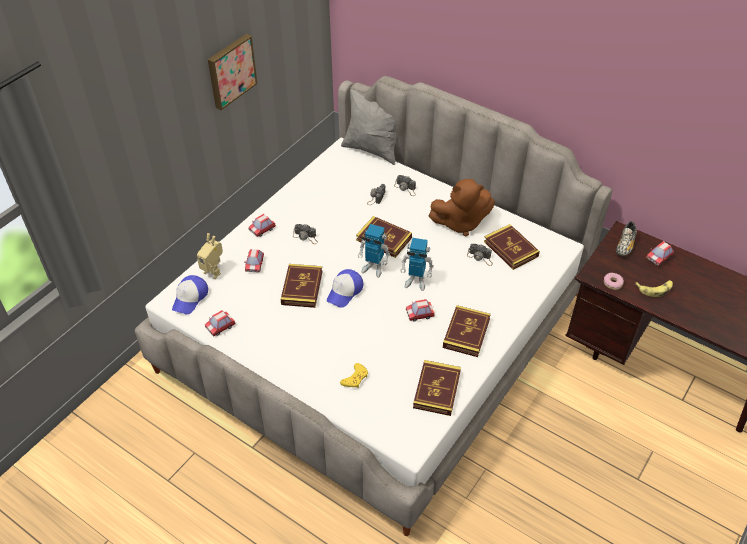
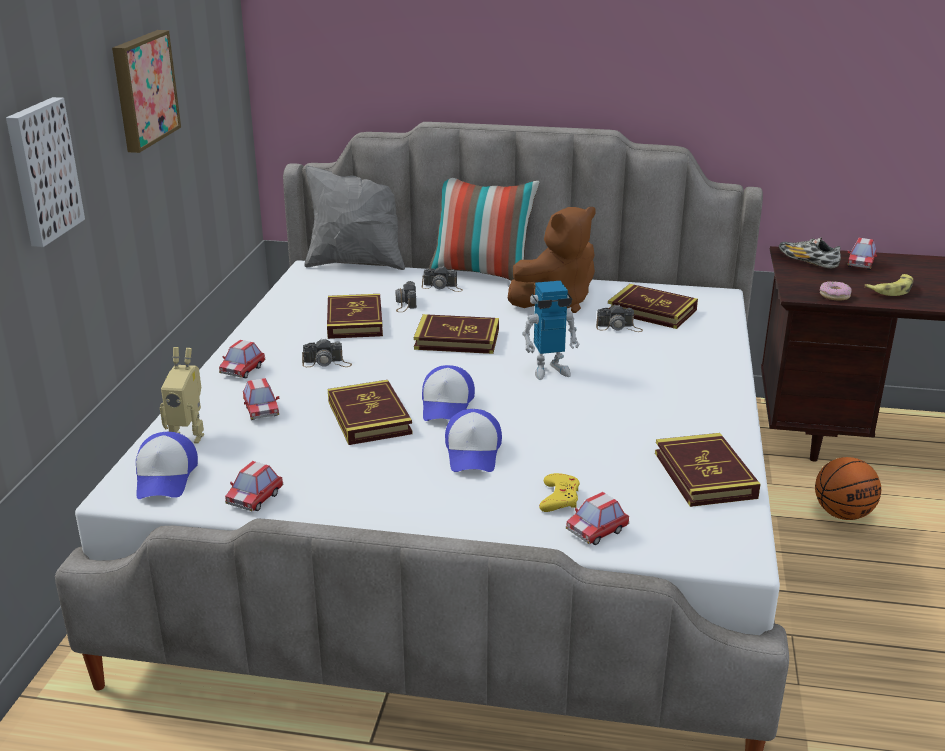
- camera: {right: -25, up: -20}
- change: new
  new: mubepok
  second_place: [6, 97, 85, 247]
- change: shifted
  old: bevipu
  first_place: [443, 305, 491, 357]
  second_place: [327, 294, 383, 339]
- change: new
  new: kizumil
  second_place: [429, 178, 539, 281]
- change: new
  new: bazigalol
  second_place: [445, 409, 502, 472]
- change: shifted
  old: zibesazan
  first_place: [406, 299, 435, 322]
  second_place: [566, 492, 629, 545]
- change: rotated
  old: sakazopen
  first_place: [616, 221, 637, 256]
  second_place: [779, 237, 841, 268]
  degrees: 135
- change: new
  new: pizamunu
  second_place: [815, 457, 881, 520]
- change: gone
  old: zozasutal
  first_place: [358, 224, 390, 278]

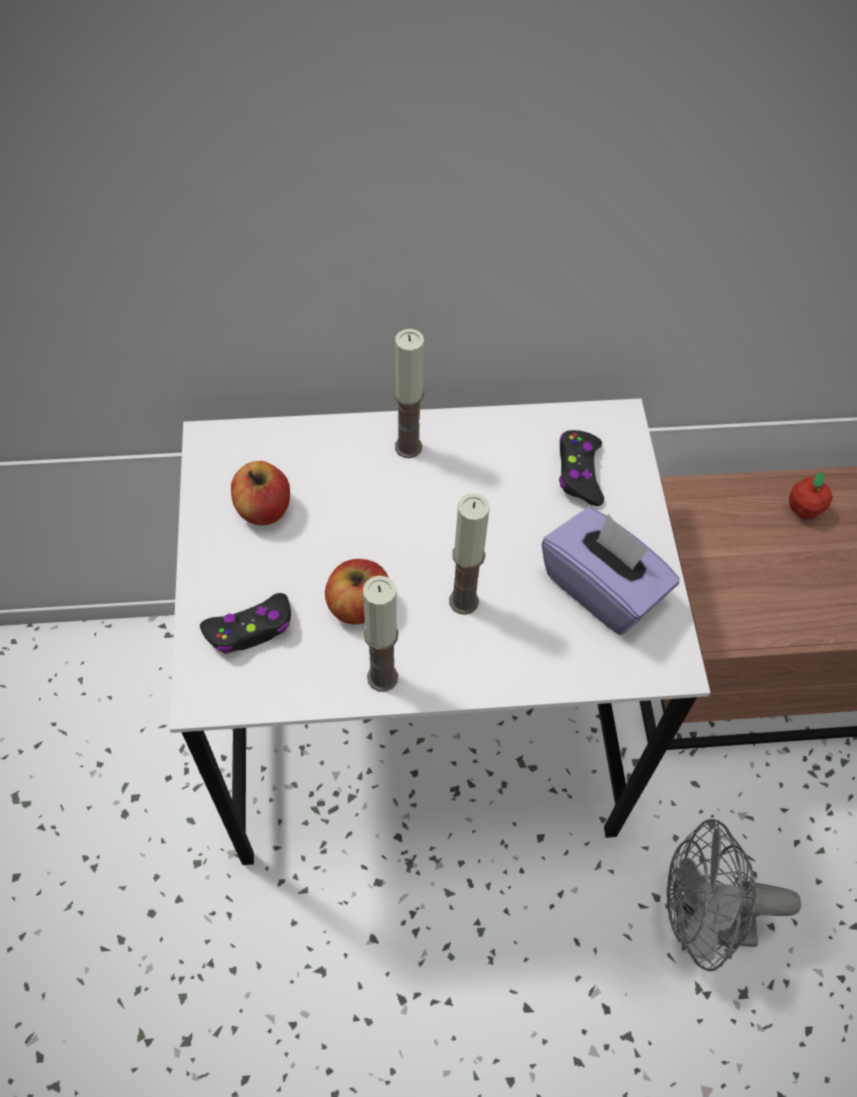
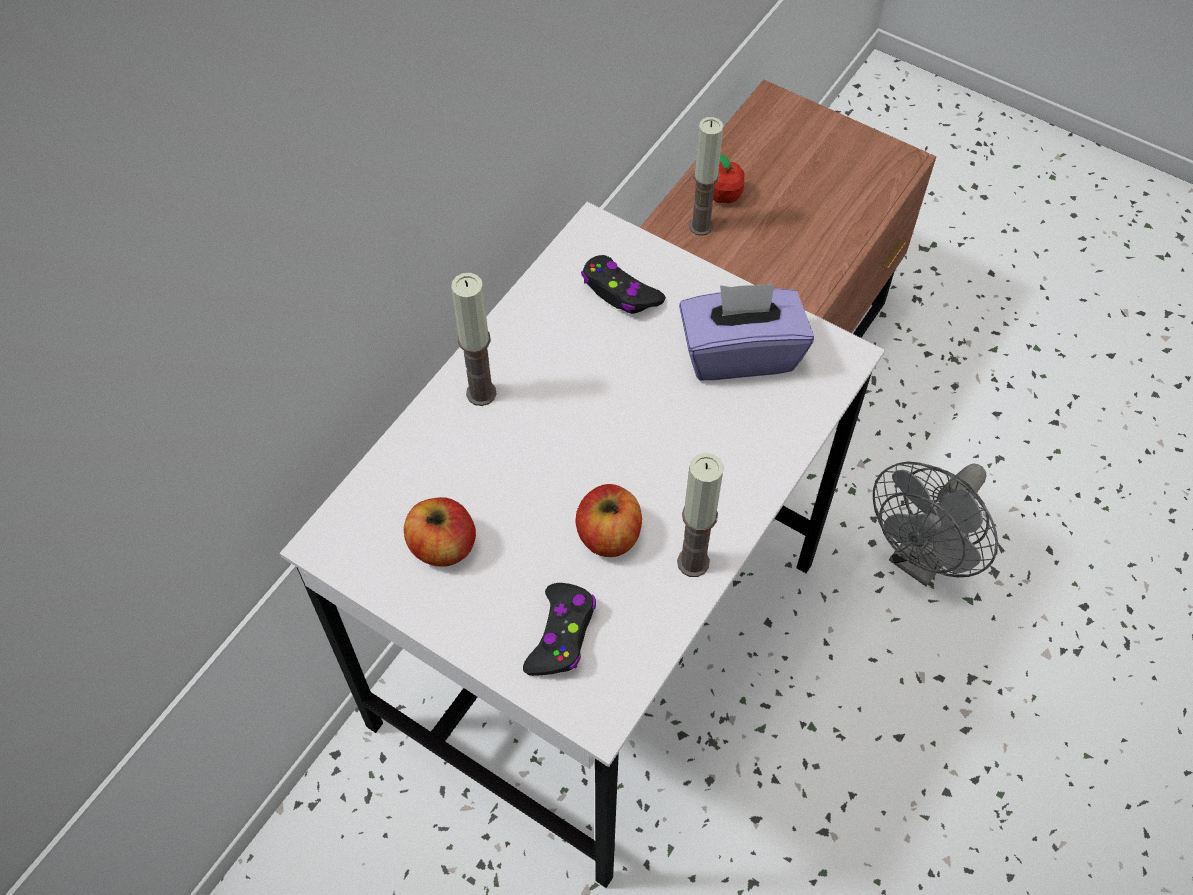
- camera: {right: -50, up: 0}
- change: shifted
  old: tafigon
  first_place: [449, 493, 490, 615]
  second_place: [689, 117, 724, 236]

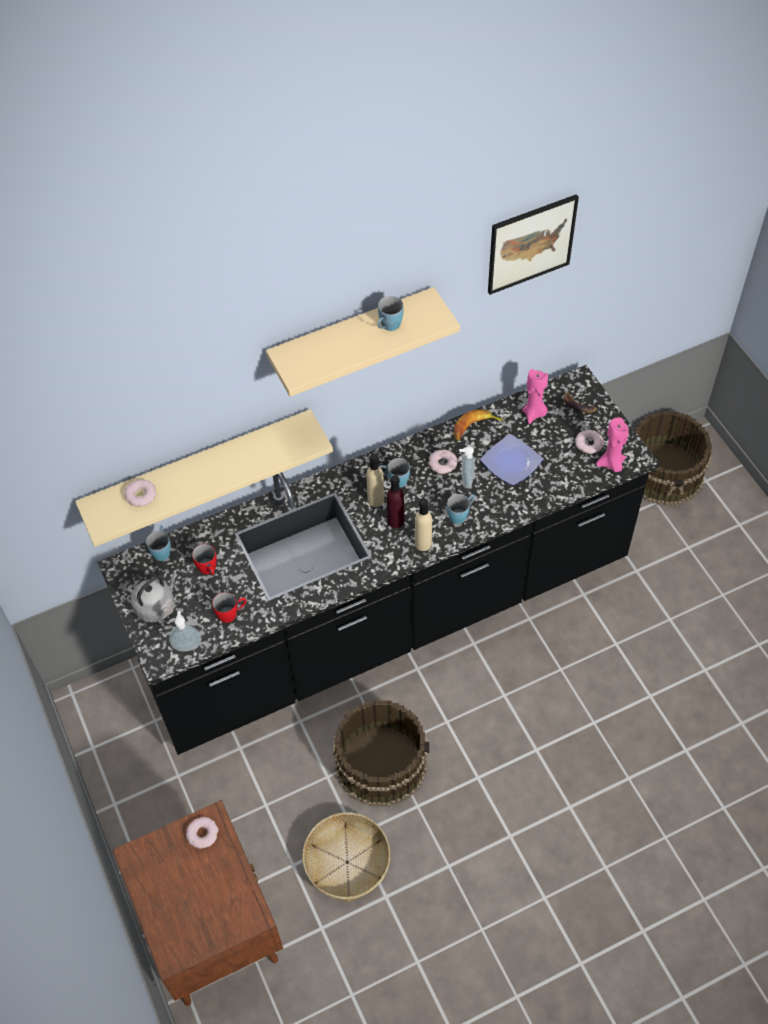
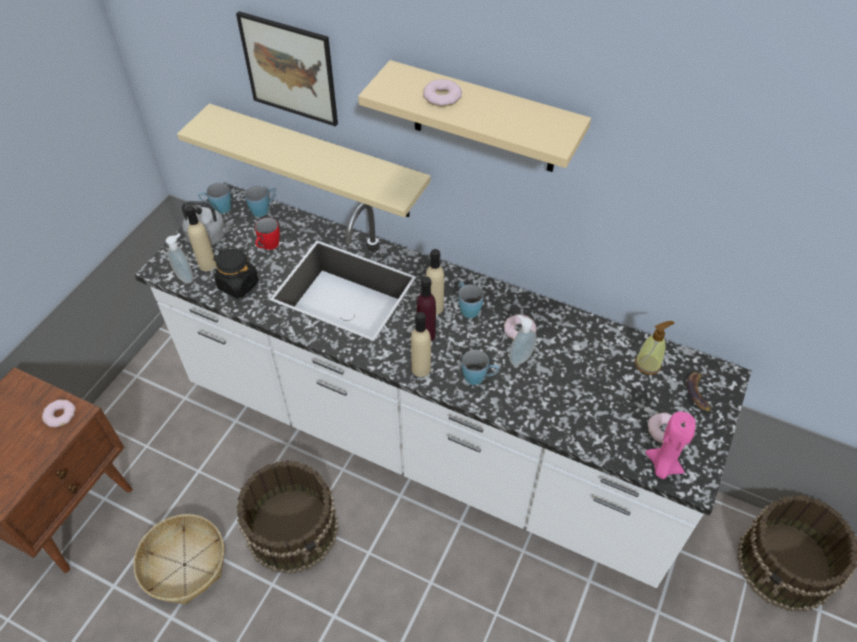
- camera: {right: 50, up: -5}
- change: repainted
  old: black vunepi
  new: white vunepi
  first_place: [97, 365, 660, 755]
  second_place: [134, 182, 752, 588]
- change: new
  new: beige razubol
  second_place: [185, 206, 216, 271]
- change: shifted
  old: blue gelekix
  first_place: [377, 296, 403, 331]
  second_place: [198, 183, 231, 214]
- change: swapped
  old: red gelekix
  new: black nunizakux
  first_place: [212, 592, 246, 623]
  second_place: [213, 248, 259, 299]
- change: shifted
  old: mubepok
  first_place: [488, 194, 579, 295]
  second_place: [236, 11, 338, 127]
- change: shifted
  old: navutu
  first_place: [124, 479, 156, 507]
  second_place: [423, 79, 462, 106]
- change: swapped
  old: pink tafigon
  new: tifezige
  first_place: [522, 369, 548, 424]
  second_place: [635, 321, 674, 375]
- change: gone
  old: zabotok
  first_place: [453, 409, 505, 441]
- change: gone
  old: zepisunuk
  first_place: [480, 434, 543, 486]

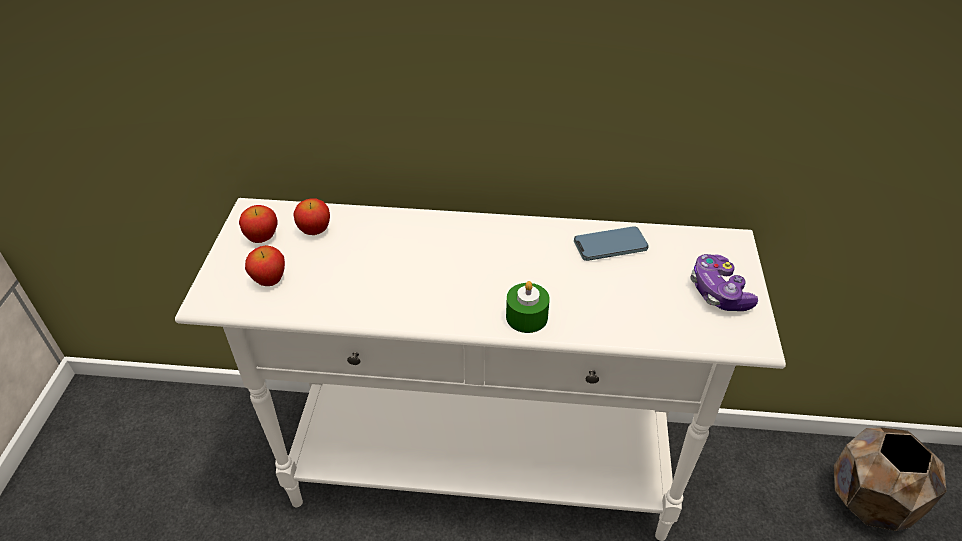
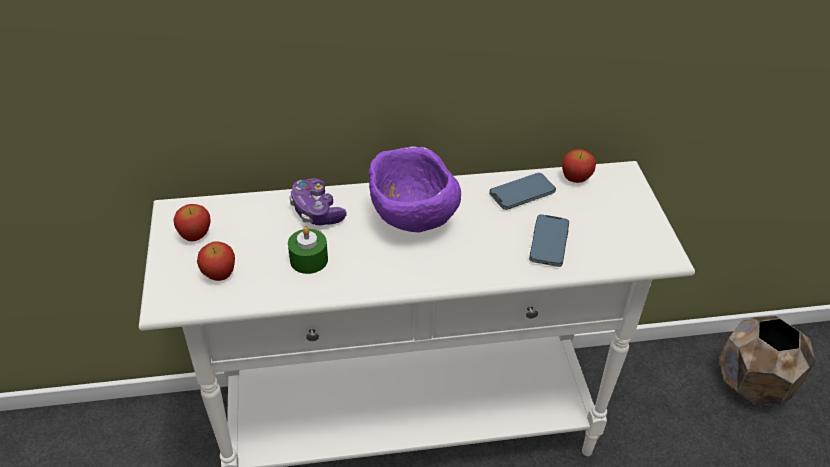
- camera: {right: -15, up: 0}
- change: shifted
  old: green tafigon
  first_place: [506, 281, 550, 333]
  second_place: [288, 226, 328, 274]
- change: shifted
  old: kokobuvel
  first_place: [690, 254, 758, 311]
  second_place: [289, 179, 346, 225]
- change: new
  new: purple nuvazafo
  second_place: [368, 146, 461, 232]
- change: new
  new: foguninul
  second_place: [529, 214, 569, 267]
- change: shifted
  old: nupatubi
  first_place: [293, 198, 330, 235]
  second_place: [562, 149, 596, 183]

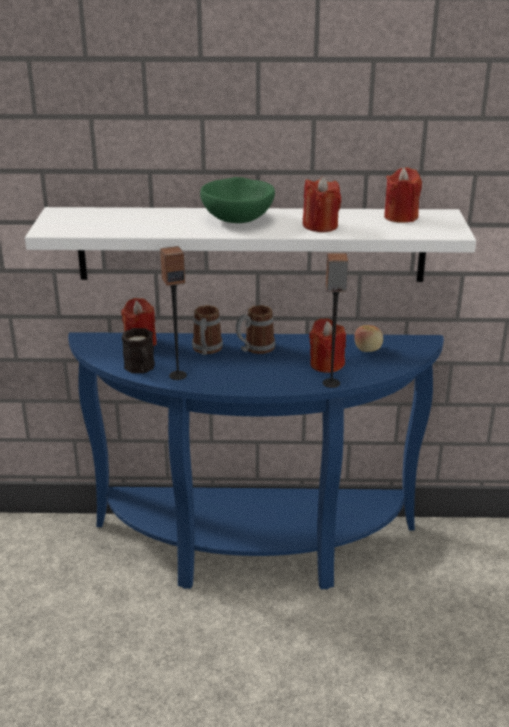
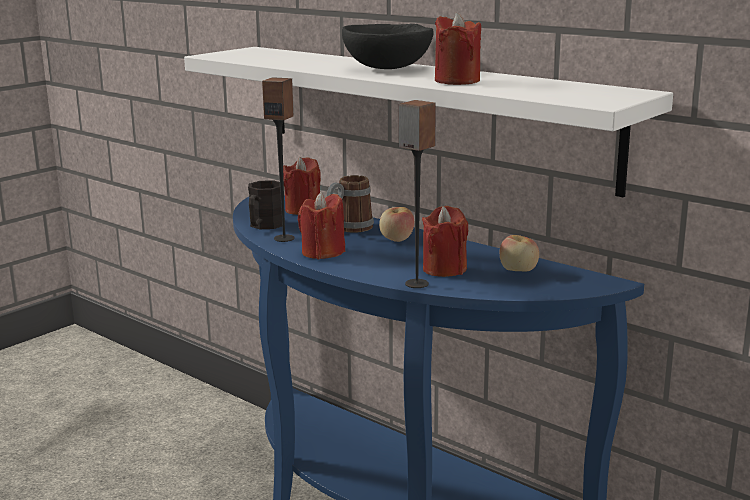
- camera: {right: 40, up: -10}
- change: shifted
  old: red tafigon
  first_place: [384, 167, 422, 223]
  second_place: [298, 192, 345, 259]
- change: repainted
  old: green nuvazafo
  new: black nuvazafo
  first_place: [200, 177, 275, 223]
  second_place: [342, 23, 433, 69]
- change: swapped
  old: gelekix
  new: nupatubi
  first_place: [236, 305, 275, 354]
  second_place: [379, 207, 414, 242]

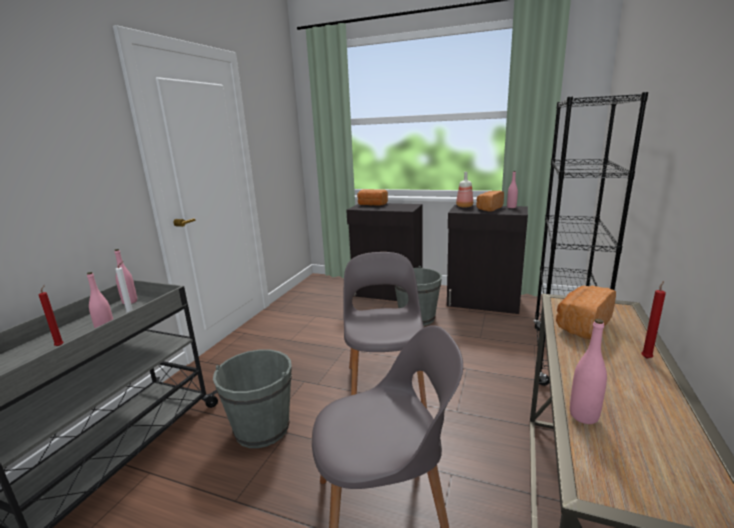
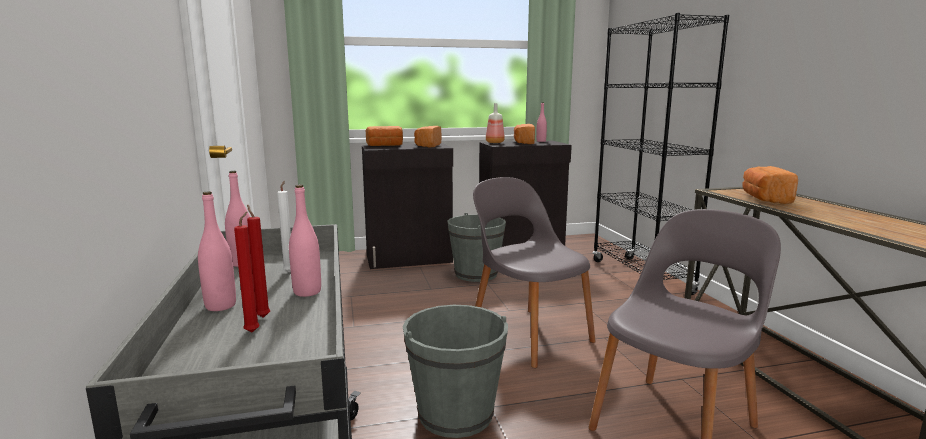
- camera: {right: -35, up: -5}
- change: shifted
  old: pink razubol
  first_place: [570, 319, 607, 424]
  second_place: [198, 191, 236, 311]
- change: shifted
  old: red tafigon
  first_place: [641, 281, 666, 359]
  second_place: [234, 211, 260, 332]
- change: new
  new: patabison
  second_place: [414, 126, 441, 147]

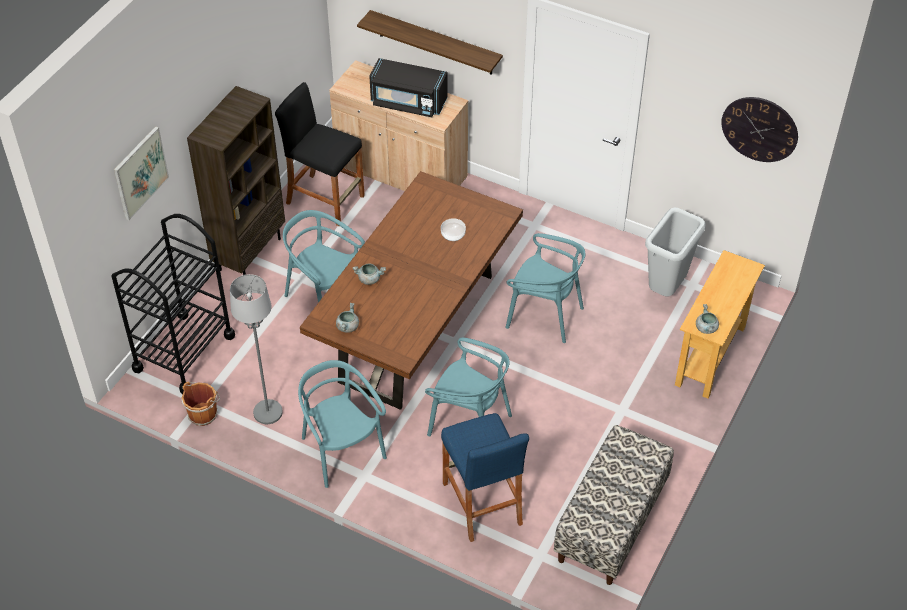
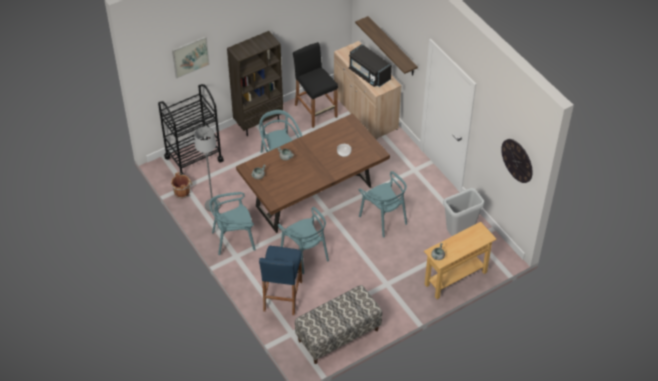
- camera: {right: 30, up: 0}
- change: rotated
  old: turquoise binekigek
  first_place: [298, 360, 387, 488]
  second_place: [209, 192, 256, 255]
  degrees: -105

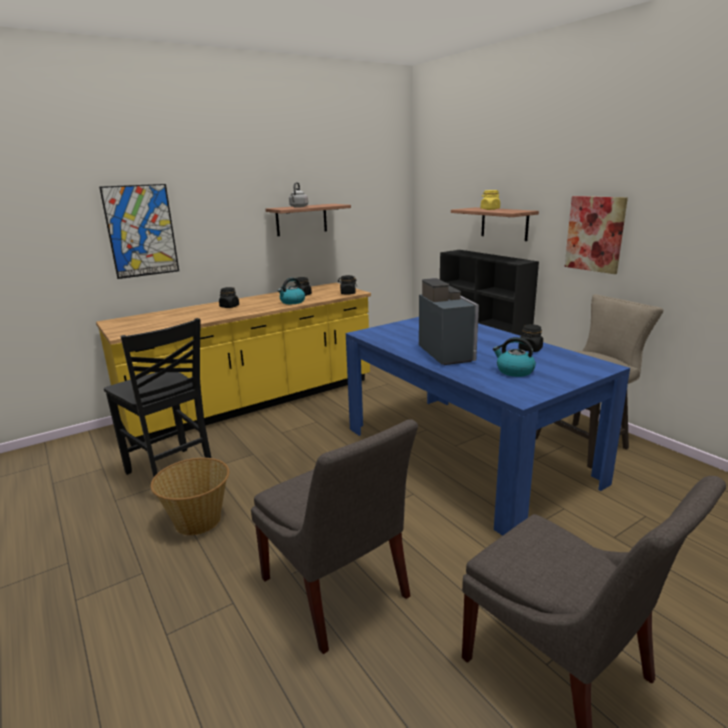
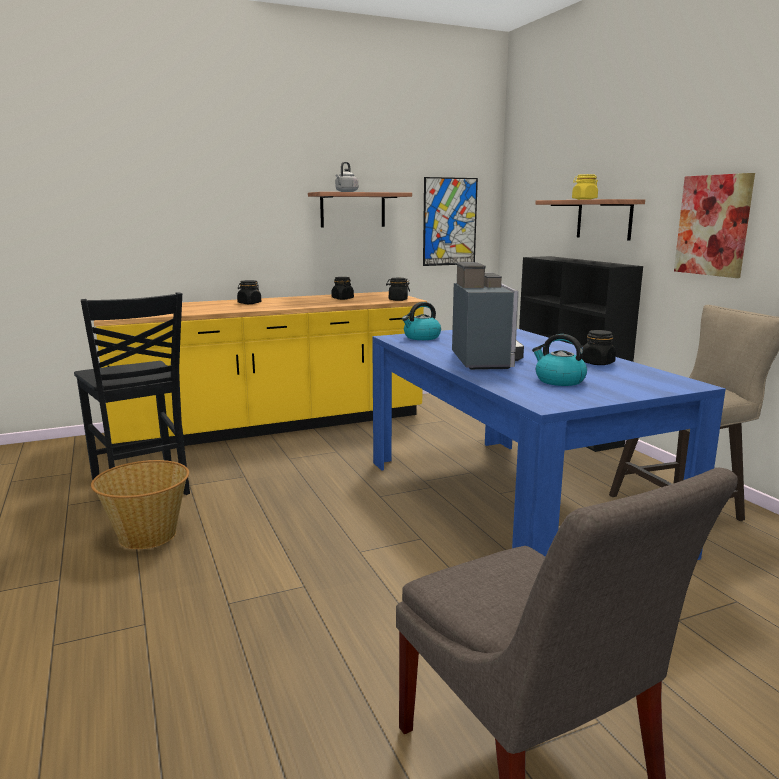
- camera: {right: 10, up: -5}
- change: shifted
  old: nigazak
  first_place: [278, 278, 305, 304]
  second_place: [402, 302, 441, 340]
- change: shifted
  old: mubepok
  first_place: [99, 184, 179, 279]
  second_place: [423, 177, 478, 266]
- change: gone
  old: grey binekigek
  first_place: [251, 419, 418, 654]

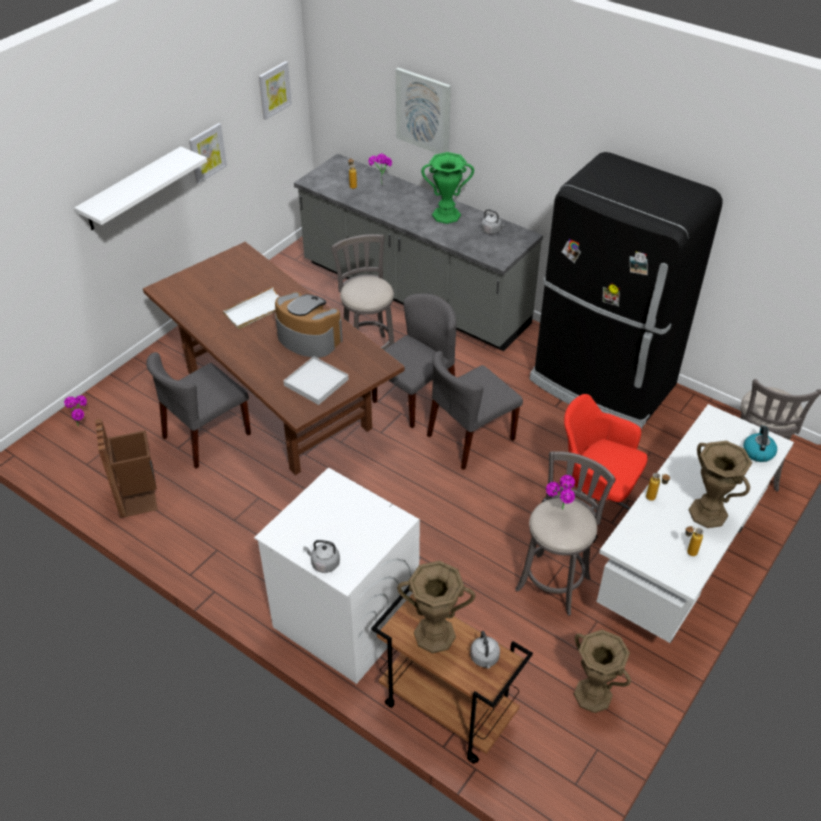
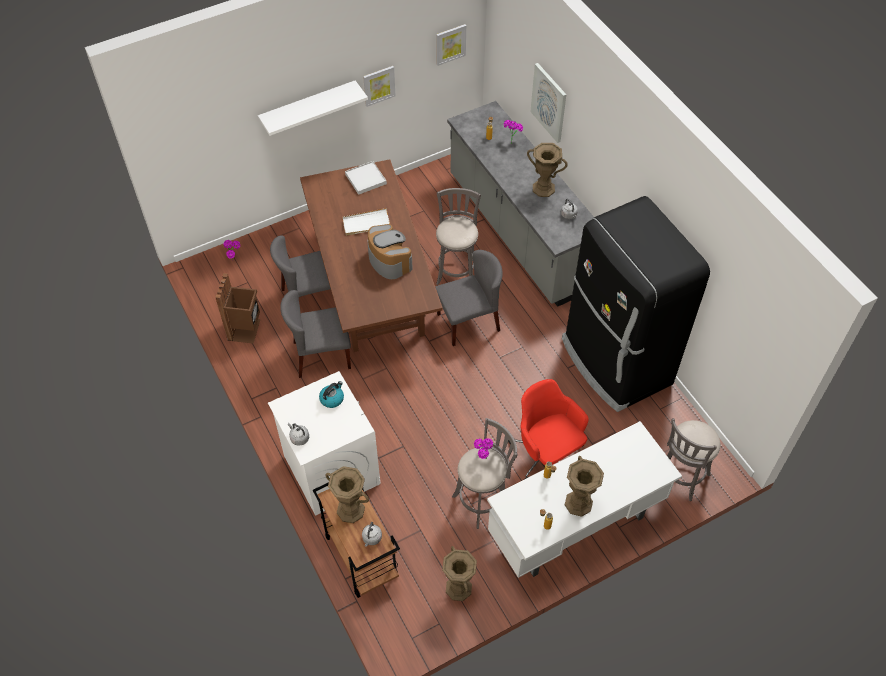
- camera: {right: 25, up: 10}
- change: shifted
  old: grey binekigek
  first_place: [427, 351, 523, 470]
  second_place: [280, 290, 351, 378]
- change: shifted
  old: nigazak
  first_place: [743, 425, 777, 462]
  second_place: [319, 381, 344, 408]
- change: shifted
  old: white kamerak
  first_place: [283, 356, 349, 405]
  second_place: [345, 161, 387, 195]
- change: repainted
  old: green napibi
  new: brown napibi
  first_place: [421, 152, 474, 224]
  second_place: [527, 143, 568, 197]

